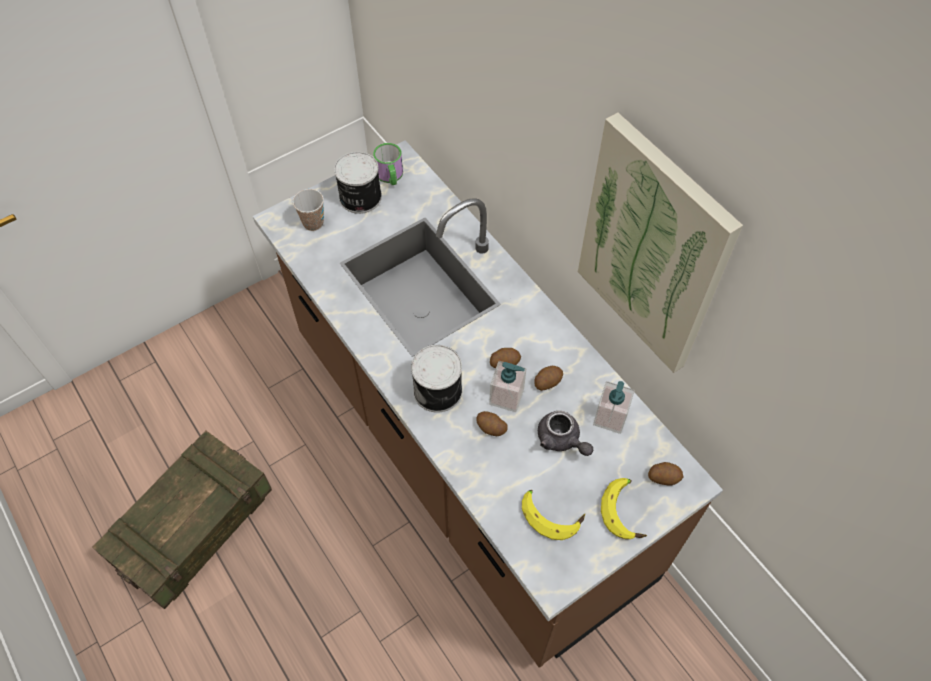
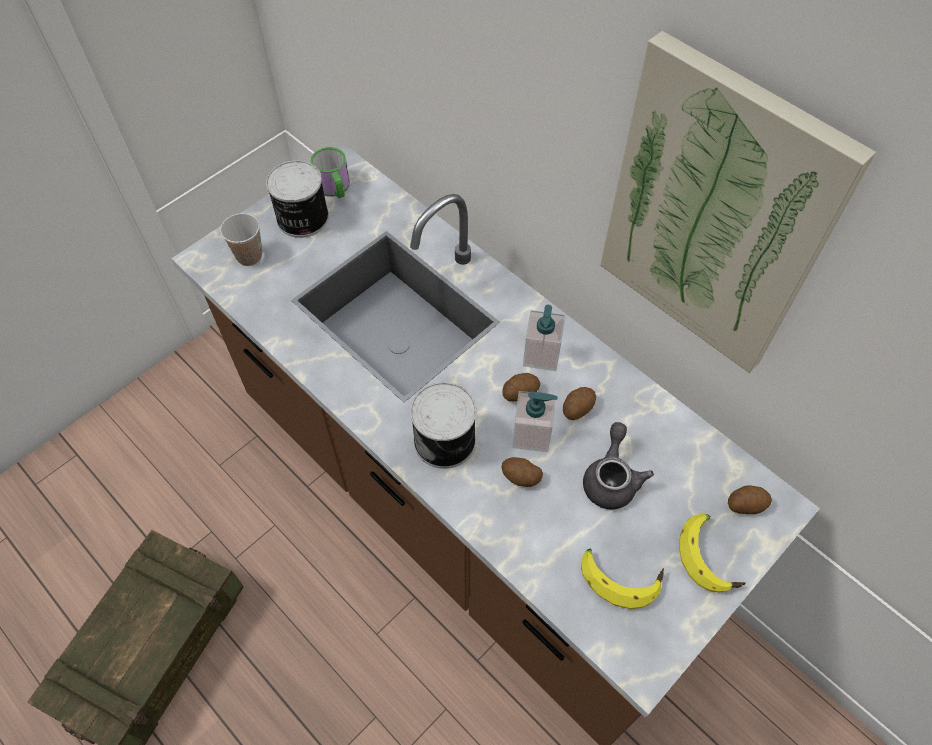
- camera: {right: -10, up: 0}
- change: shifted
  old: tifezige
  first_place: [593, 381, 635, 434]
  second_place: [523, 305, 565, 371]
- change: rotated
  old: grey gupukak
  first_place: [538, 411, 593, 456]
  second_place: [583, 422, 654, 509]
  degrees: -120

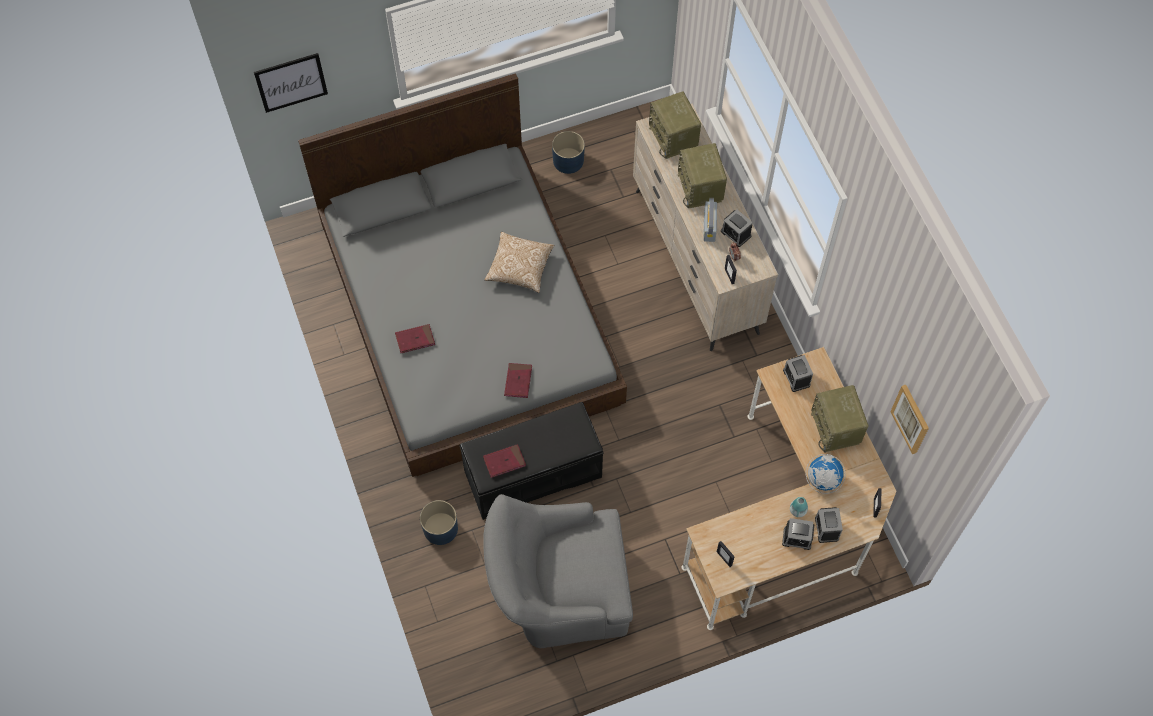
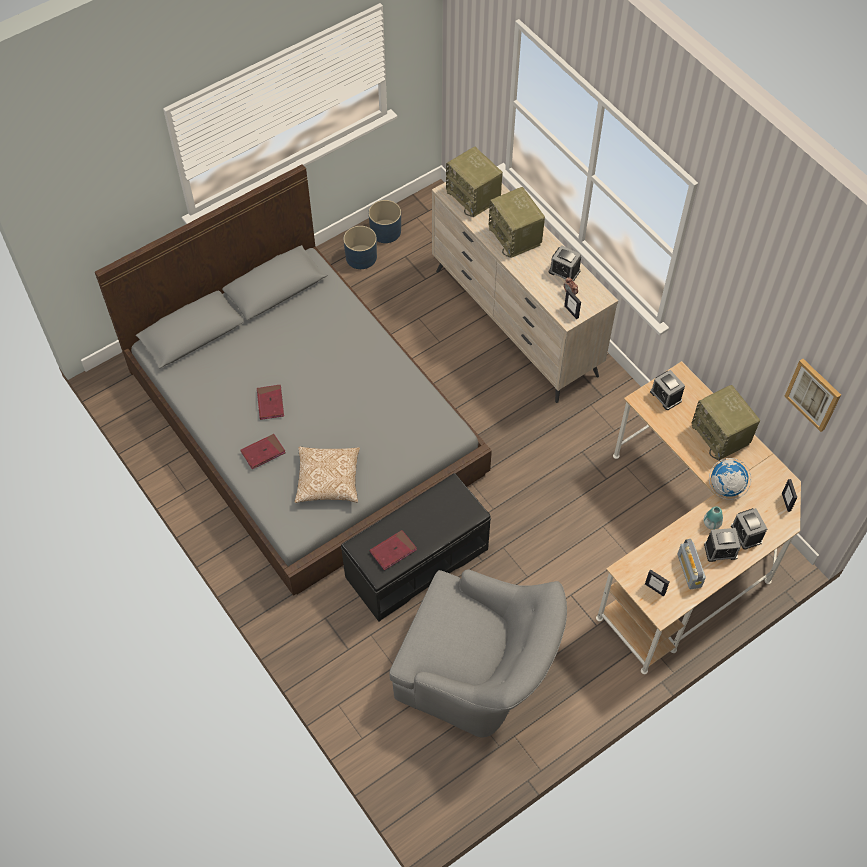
- camera: {right: -15, up: -5}
- change: shifted
  old: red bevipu
  first_place: [504, 363, 532, 398]
  second_place: [257, 385, 284, 420]
- change: shifted
  old: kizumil
  first_place: [484, 232, 554, 293]
  second_place: [295, 446, 360, 503]
- change: shifted
  old: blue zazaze
  first_place: [420, 500, 458, 545]
  second_place: [369, 200, 401, 243]
- change: rotated
  old: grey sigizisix
  first_place: [483, 494, 633, 648]
  second_place: [389, 569, 567, 738]
  degrees: -135
- change: shifted
  old: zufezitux
  first_place: [703, 198, 717, 242]
  second_place: [678, 539, 706, 589]
- change: gone
  old: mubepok
  first_place: [254, 53, 328, 113]

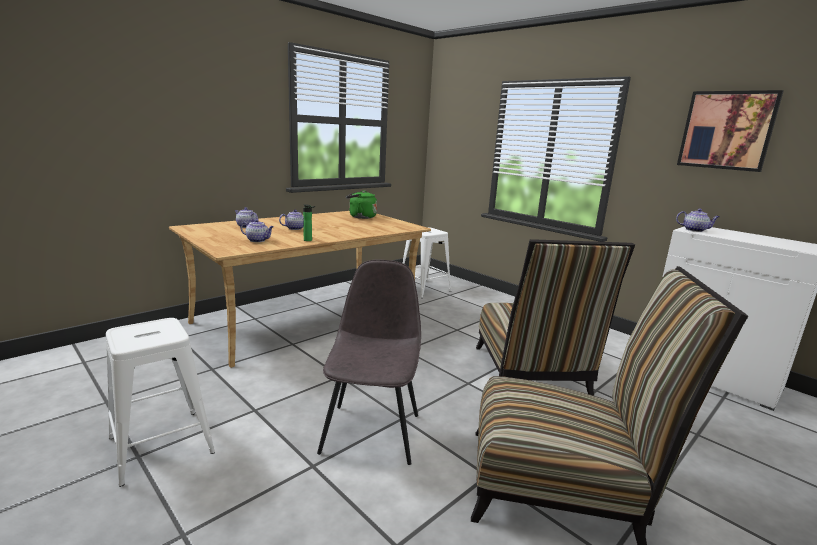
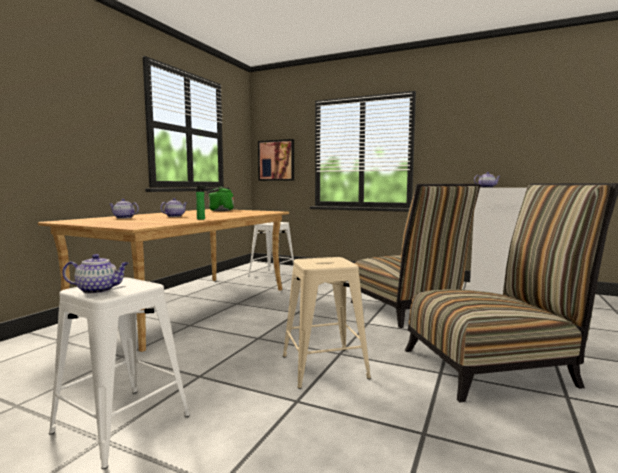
- camera: {right: -20, up: -10}
- change: shifted
  old: gupukak
  first_place: [240, 219, 274, 242]
  second_place: [62, 254, 129, 294]
- change: shifted
  old: mubepok
  first_place: [677, 90, 783, 172]
  second_place: [258, 139, 294, 181]
- change: swapped
  old: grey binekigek
  new: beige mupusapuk
  first_place: [317, 260, 421, 465]
  second_place: [283, 257, 371, 389]

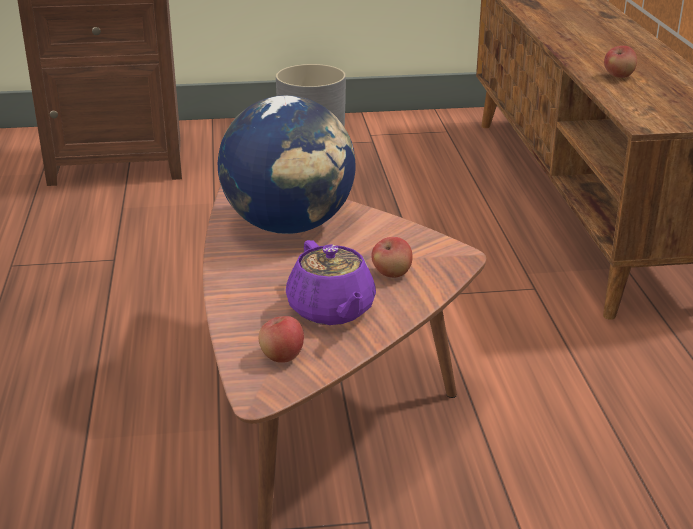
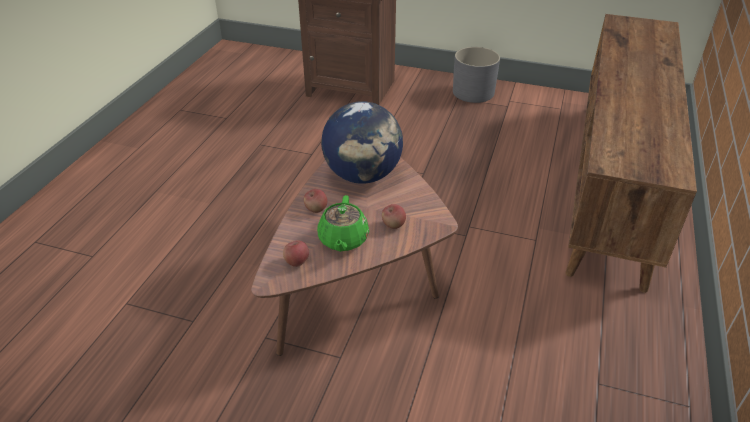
- camera: {right: 25, up: 10}
- change: shifted
  old: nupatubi
  first_place: [604, 46, 637, 78]
  second_place: [304, 189, 327, 213]
- change: repainted
  old: purple gupukak
  new: green gupukak
  first_place: [286, 240, 376, 325]
  second_place: [317, 195, 369, 252]

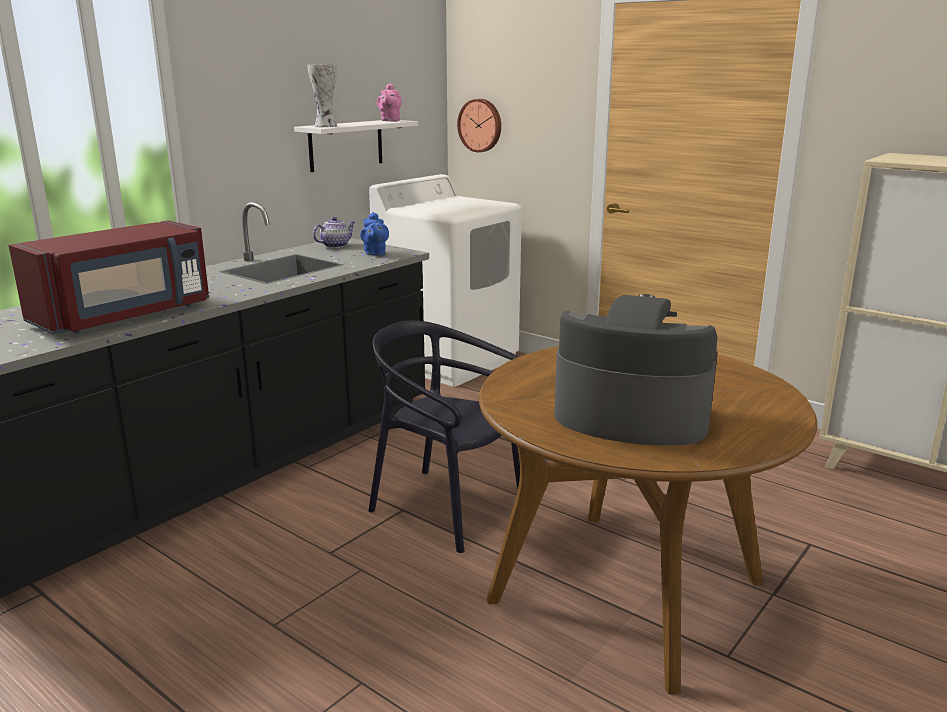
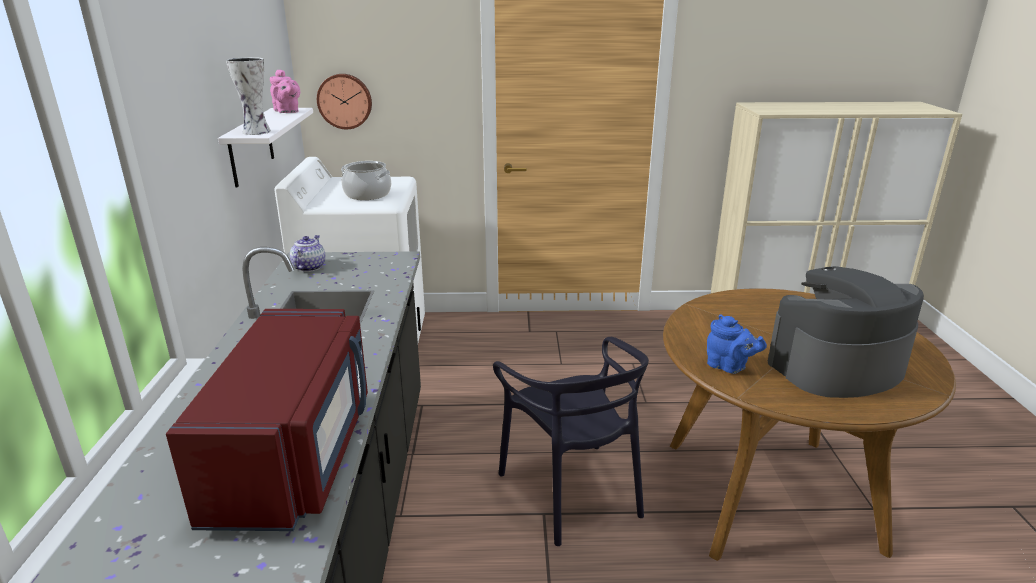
- camera: {right: -40, up: 5}
- change: new
  new: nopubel
  second_place: [341, 161, 391, 200]
- change: rotated
  old: black binekigek
  first_place: [368, 320, 520, 553]
  second_place: [493, 337, 649, 546]
  degrees: -105
- change: shifted
  old: blue gupukak
  first_place: [360, 212, 389, 256]
  second_place: [707, 314, 767, 374]

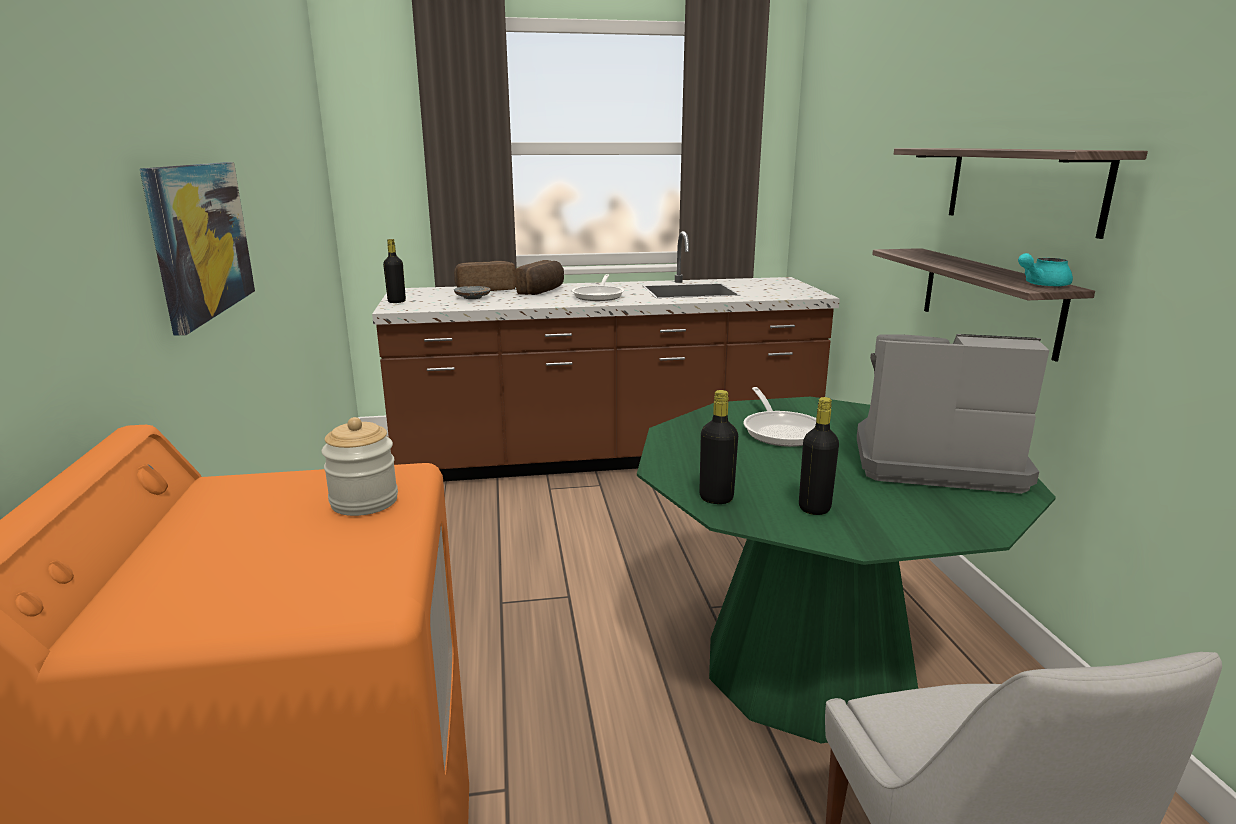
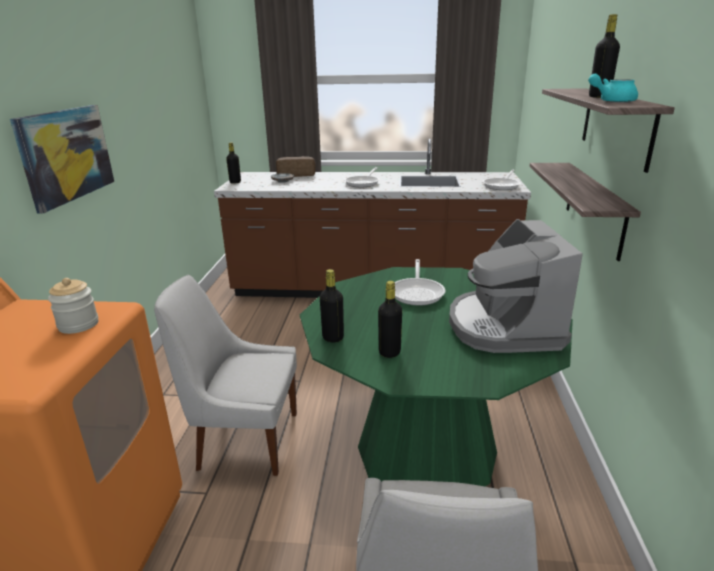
- camera: {right: 15, up: 5}
- change: new
  new: white binekigek
  second_place: [154, 275, 297, 476]
- change: rotated
  old: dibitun
  first_place: [857, 334, 1049, 494]
  second_place: [449, 219, 583, 353]
  degrees: -120
- change: new
  new: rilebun
  second_place: [483, 170, 520, 190]
- change: shifted
  old: turquoise gupukak
  first_place: [1018, 253, 1073, 287]
  second_place: [588, 74, 638, 103]
- change: new
  new: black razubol
  second_place: [589, 14, 620, 98]
- change: gone
  old: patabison
  first_place: [515, 260, 564, 295]

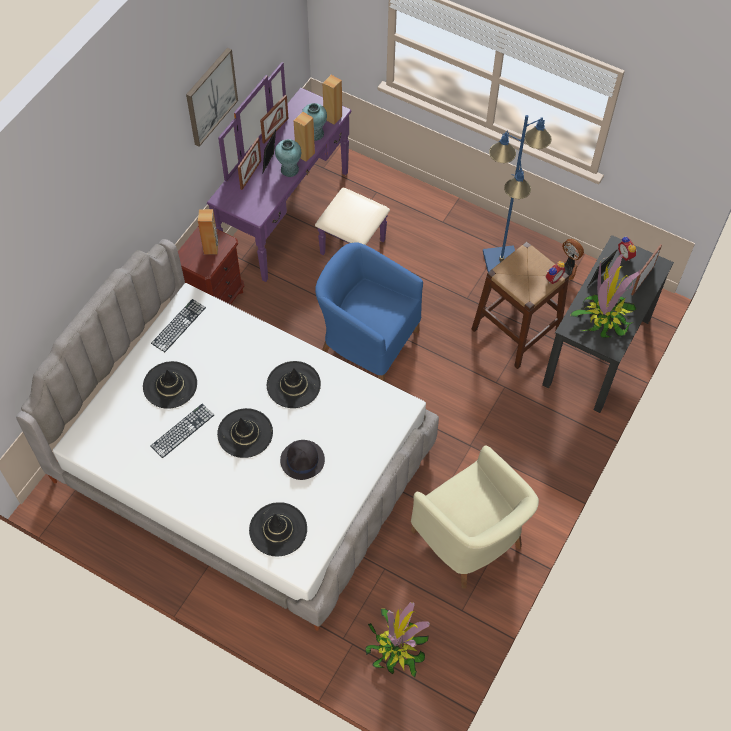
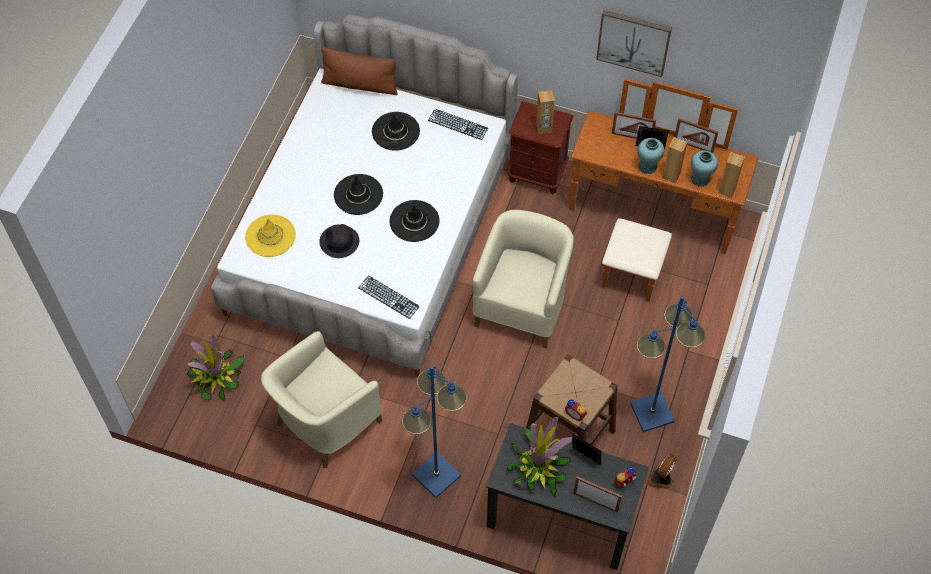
- camera: {right: 80, up: 0}
- change: repainted
  old: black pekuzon
  new: yellow pekuzon
  first_place: [249, 502, 307, 556]
  second_place: [245, 215, 296, 257]
- change: new
  new: brown kizumil
  second_place: [321, 47, 398, 95]
- change: shifted
  old: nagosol
  first_place: [151, 404, 214, 458]
  second_place: [358, 275, 420, 319]
- change: new
  new: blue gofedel
  second_place: [402, 366, 467, 498]
- change: repainted
  old: blue sigizisix
  new: beige sigizisix
  first_place: [315, 242, 423, 381]
  second_place: [473, 210, 574, 348]
- change: repainted
  old: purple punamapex
  new: brown punamapex
  first_place: [207, 62, 390, 282]
  second_place: [569, 79, 759, 302]

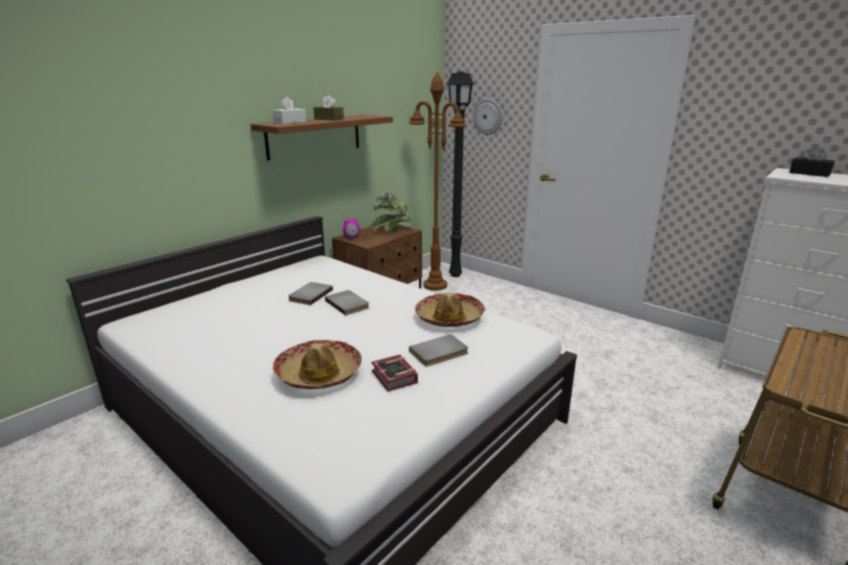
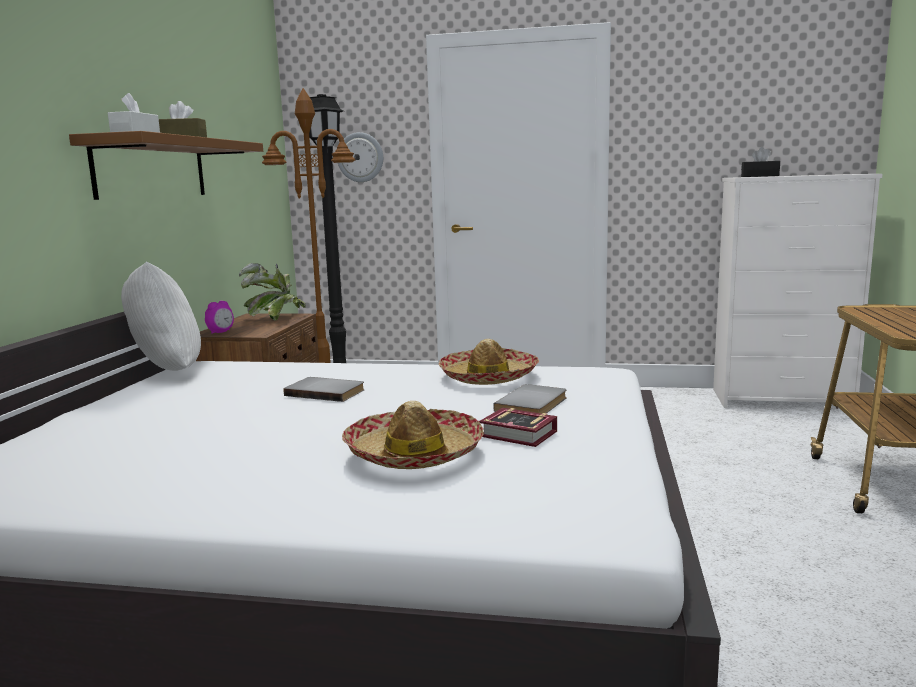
- camera: {right: -30, up: -10}
- change: new
  new: white kizumil
  second_place: [121, 261, 201, 371]
- change: gone
  old: grey bevipu
  first_place: [288, 282, 333, 305]

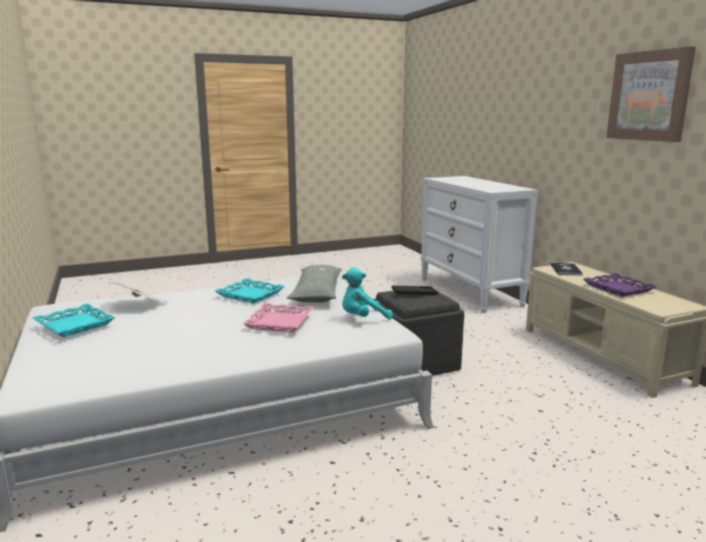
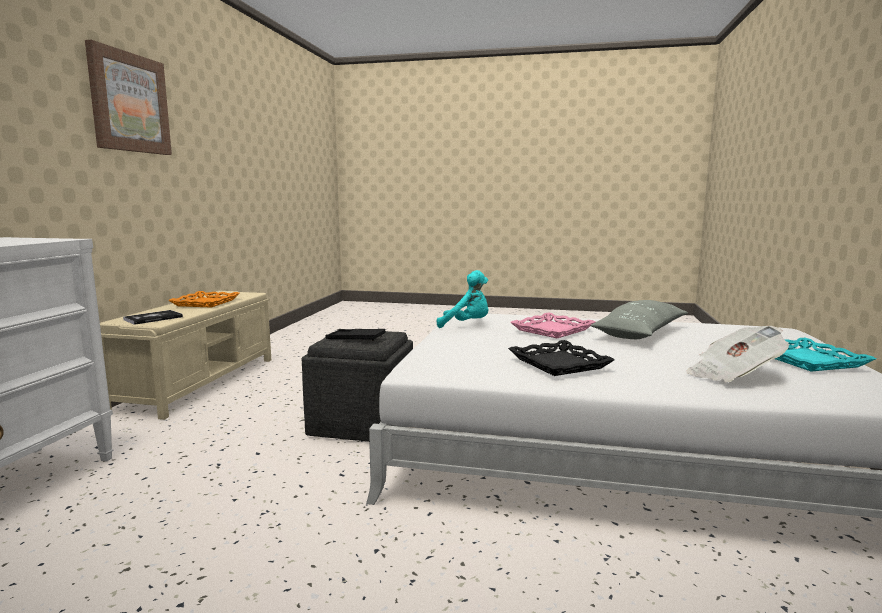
- camera: {right: -145, up: -5}
- change: repainted
  old: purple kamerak
  new: orange kamerak
  first_place: [583, 273, 657, 297]
  second_place: [168, 291, 240, 308]
- change: repainted
  old: turquoise kamerak
  new: black kamerak
  first_place: [215, 278, 285, 303]
  second_place: [508, 340, 615, 376]
- change: shifted
  old: grey kizumil
  first_place: [287, 265, 342, 303]
  second_place: [590, 300, 688, 339]

